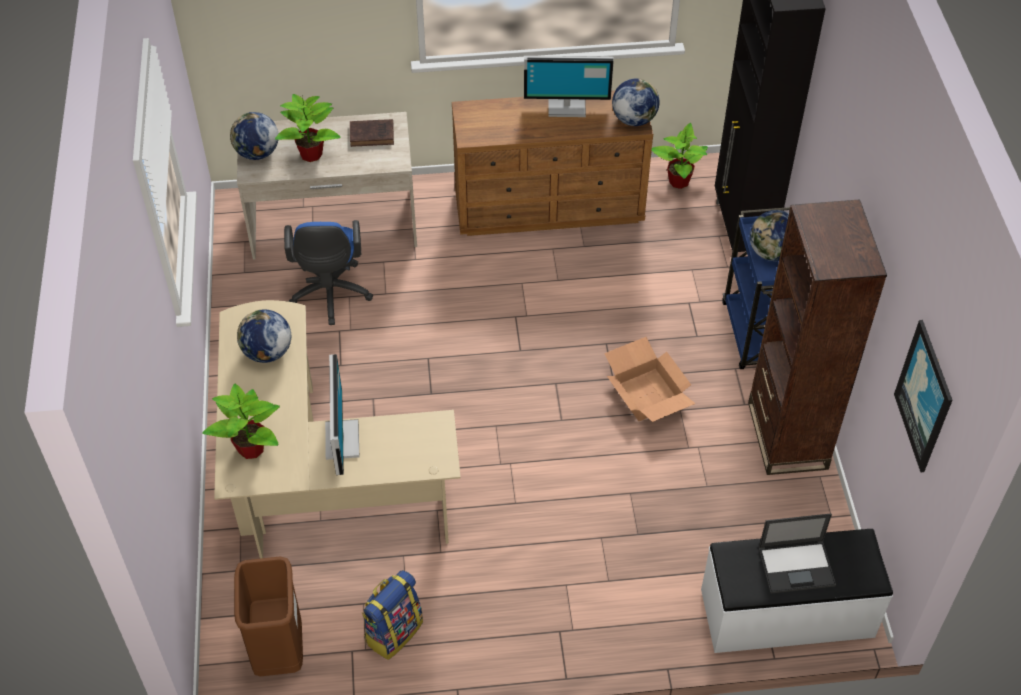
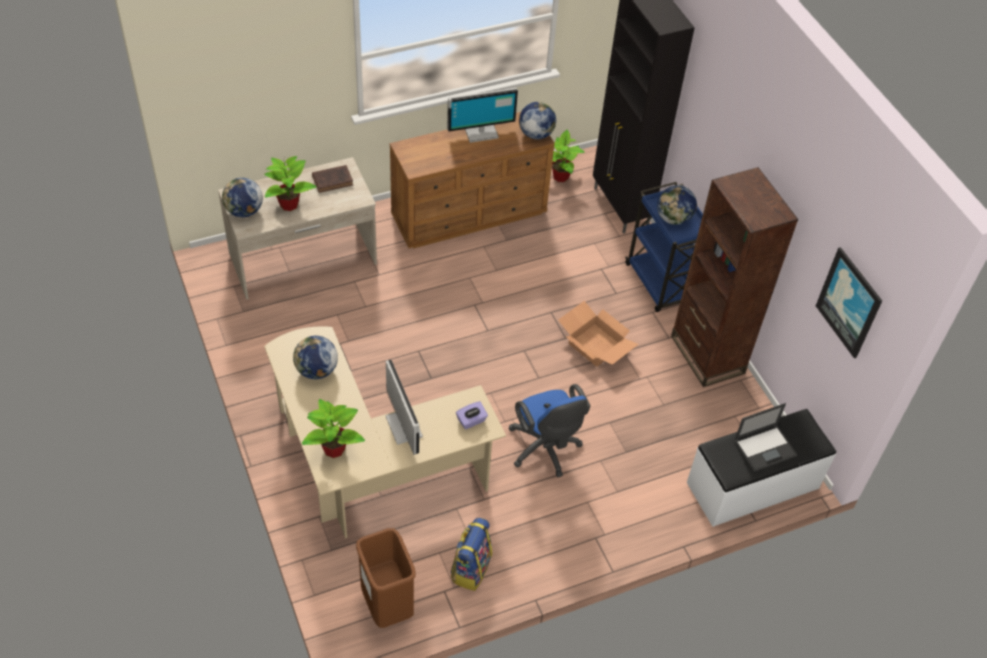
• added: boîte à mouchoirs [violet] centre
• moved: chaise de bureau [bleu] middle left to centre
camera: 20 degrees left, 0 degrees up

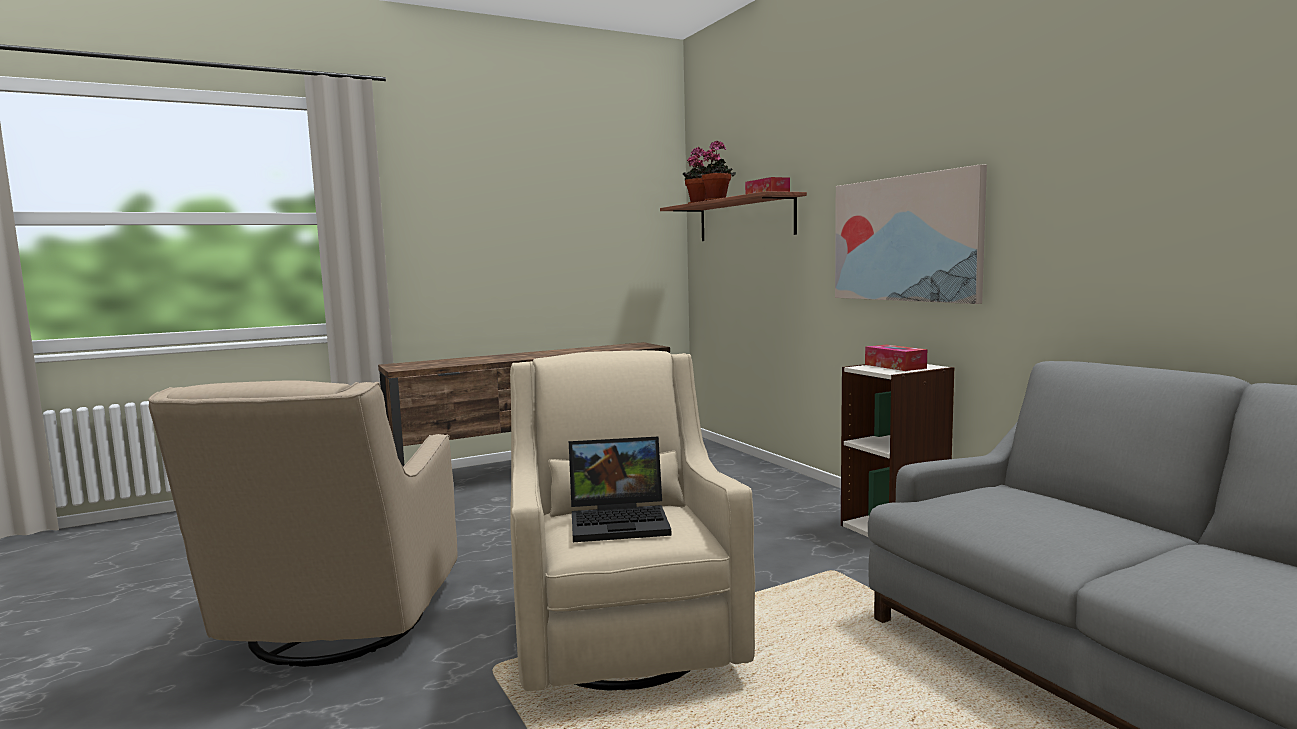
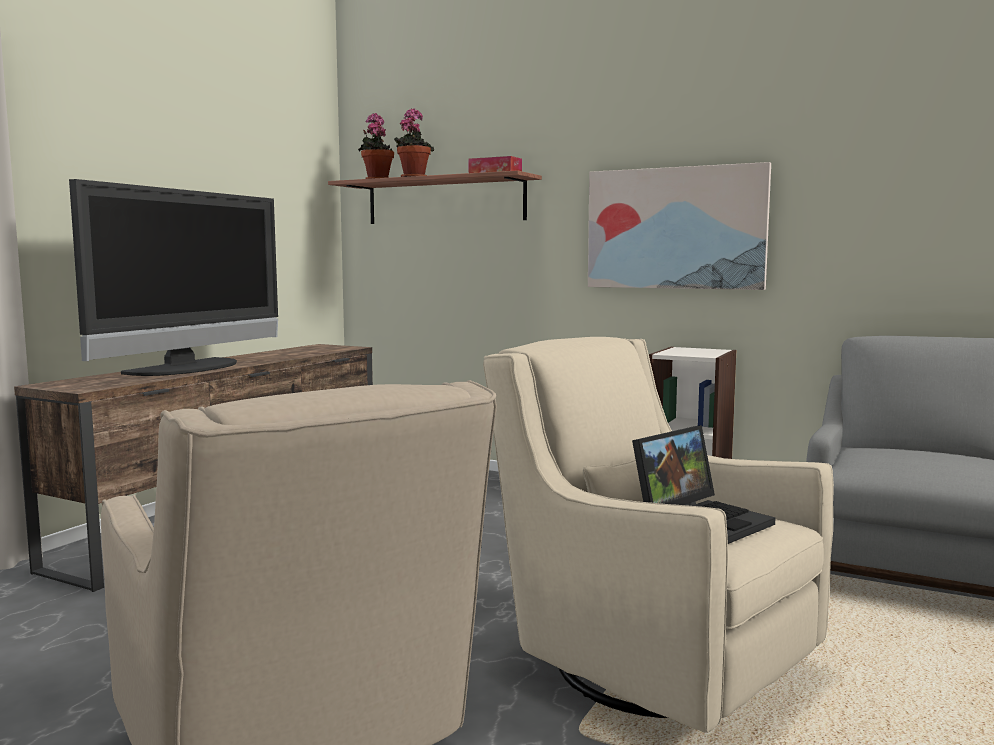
• added: téléviseur middle left
• removed: boîte à mouchoirs (2nd from left) middle right
camera: 35 degrees left, 0 degrees up

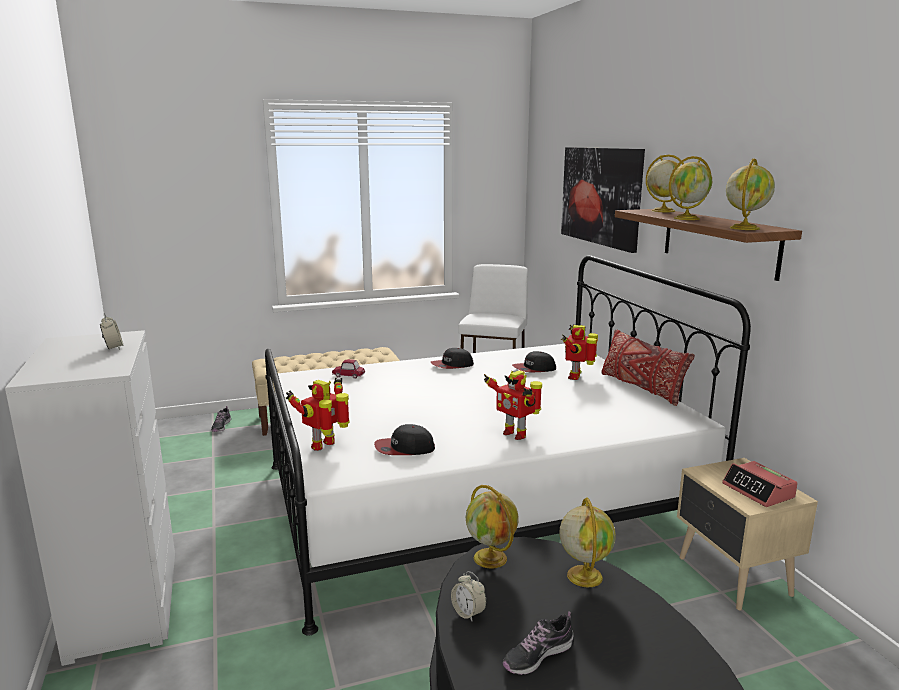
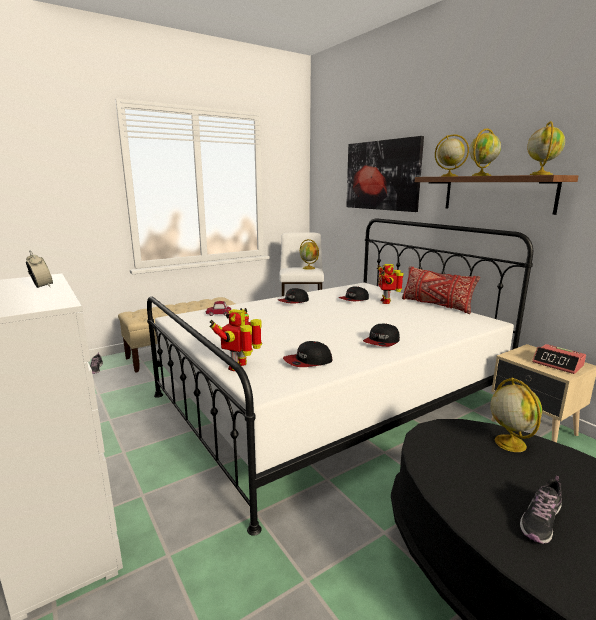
• moved: globe (1st from left) bottom centre to centre
• replaced: robot jouet (2nd from left) centre to casquette (4th from left) centre
• removed: réveil (2nd from left) bottom centre
camera: 15 degrees left, 0 degrees up

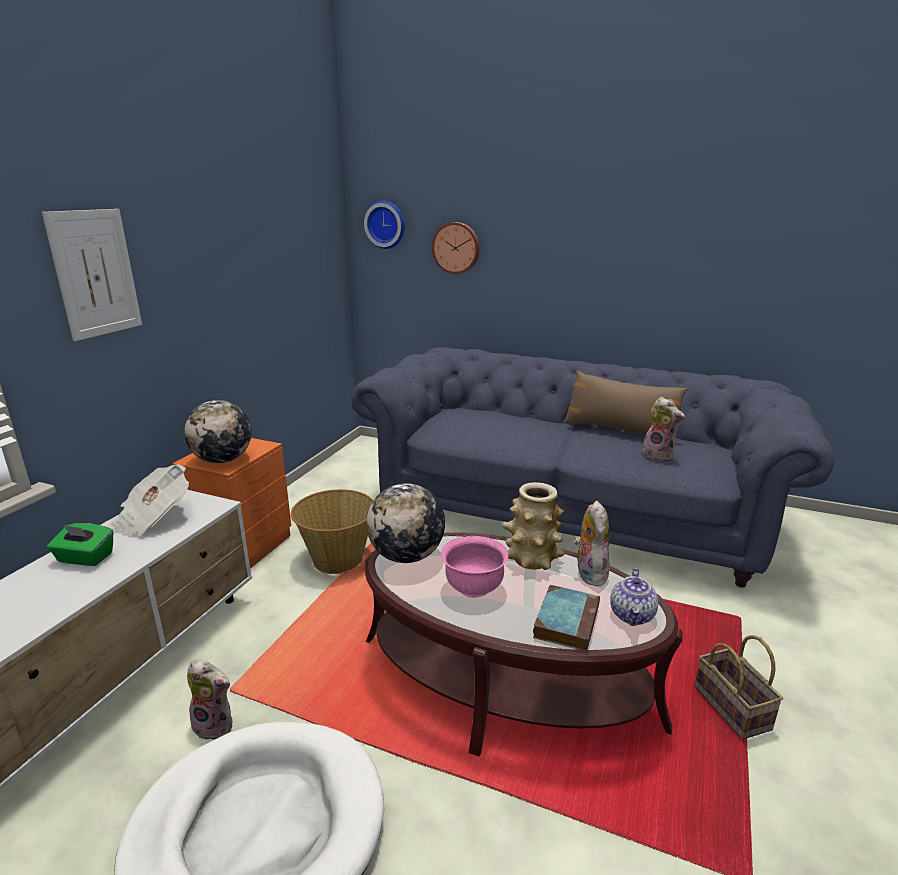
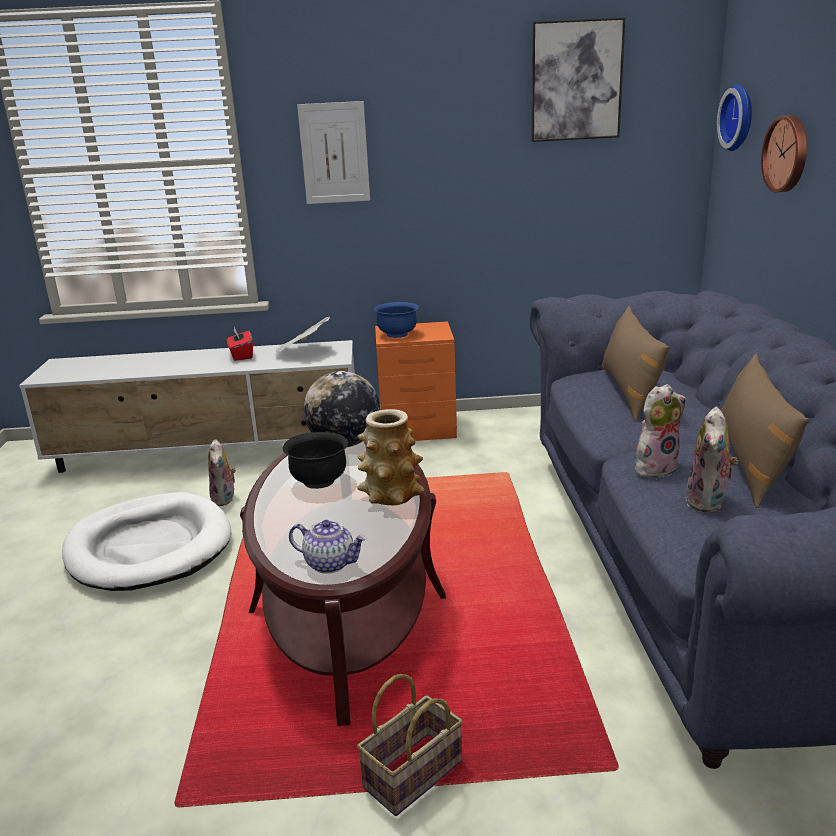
• recoloured: boîte à mouchoirs [vert] middle left to boîte à mouchoirs [rouge] middle left
• recoloured: bol [rose] centre to bol [noir] centre
• turned: théière bottom right = centre 150 degrees counterclockwise
• replaced: globe (1st from left) middle left to bol [bleu] centre
• added: tableau (2nd from left) top right
• added: coussin [marron] (1st from left) middle right
• moved: peluche (2nd from left) centre to middle right
• removed: panier (1st from left) centre
• removed: livre bottom centre
camera: 65 degrees right, 0 degrees up

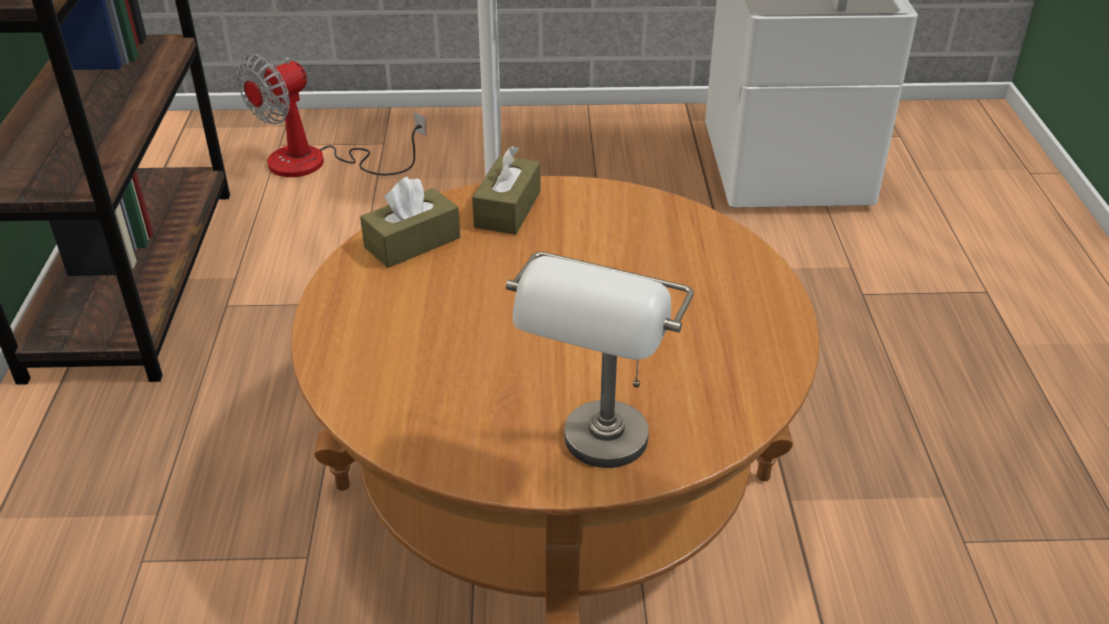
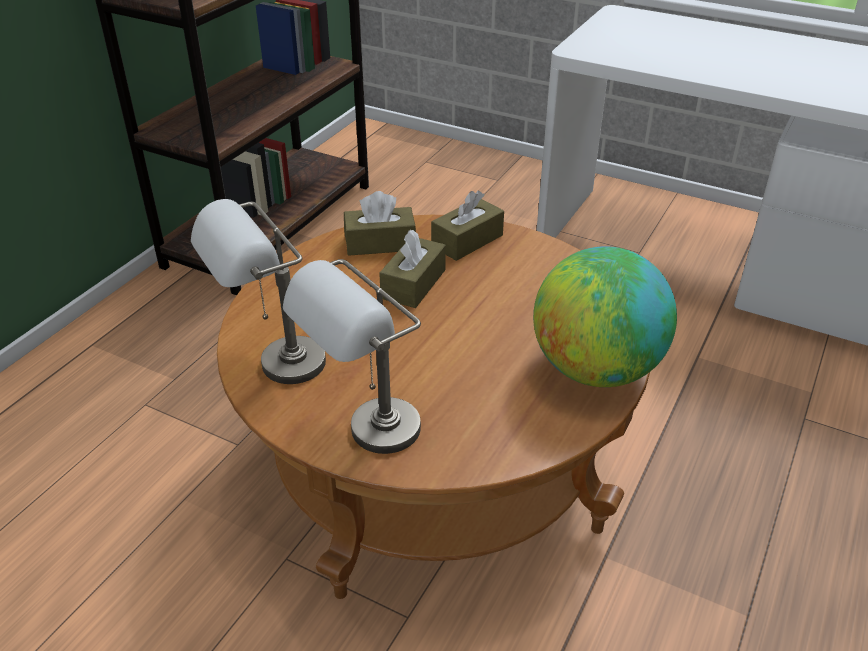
• added: lampe de table [gris] (1st from left) middle left
• added: boîte à mouchoirs [marron] (2nd from left) centre
• added: globe middle right
• removed: ventilateur top left
camera: 30 degrees right, 0 degrees up

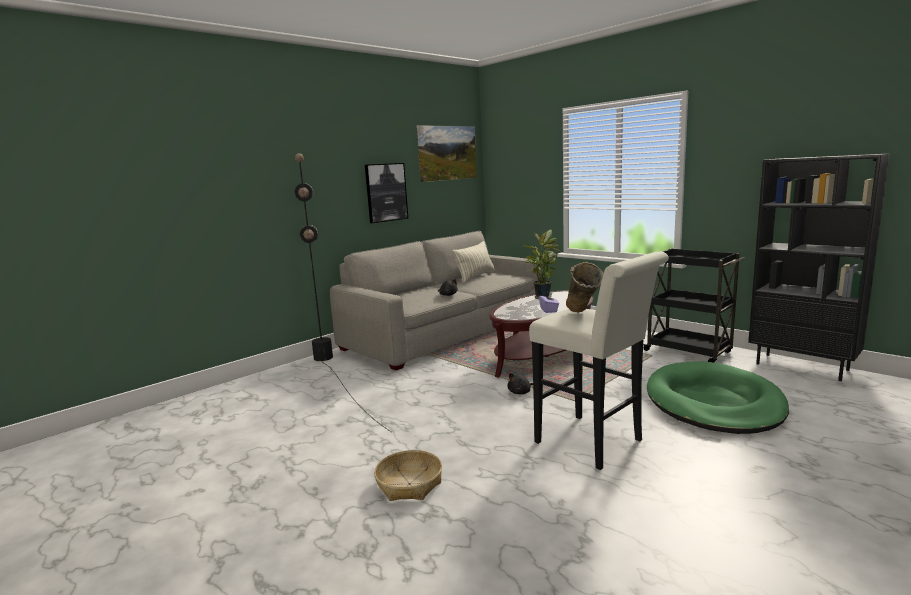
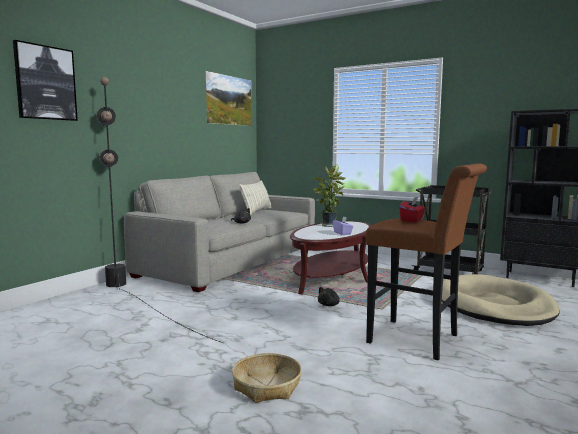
• moved: tableau (1st from left) top centre to top left
• recoloured: tabouret [blanc] centre to tabouret [marron] middle right
• replaced: vase [beige] centre to boîte à mouchoirs [rouge] middle right
• recoloured: panier pour chien [vert] bottom right to panier pour chien [beige] bottom right
camera: 15 degrees left, 5 degrees down

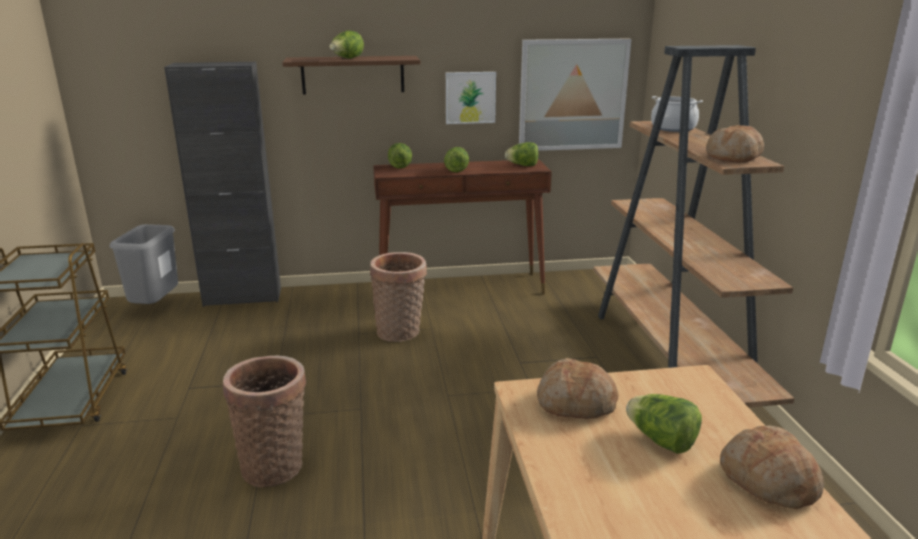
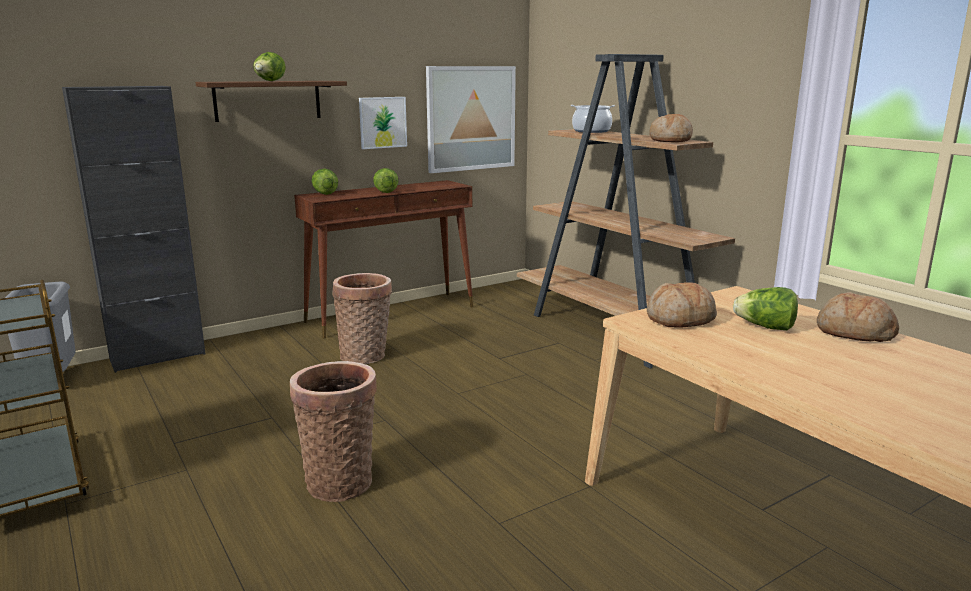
• removed: laitue (4th from left) top centre
camera: 25 degrees left, 5 degrees down

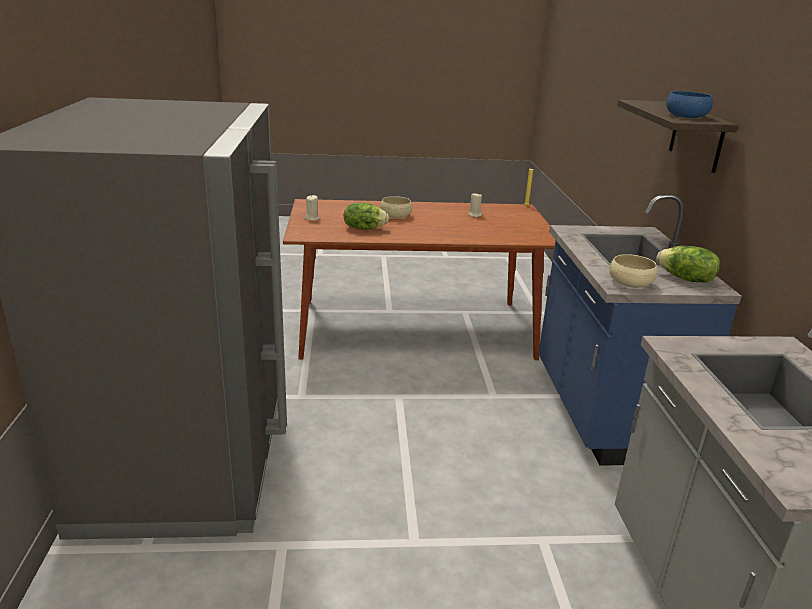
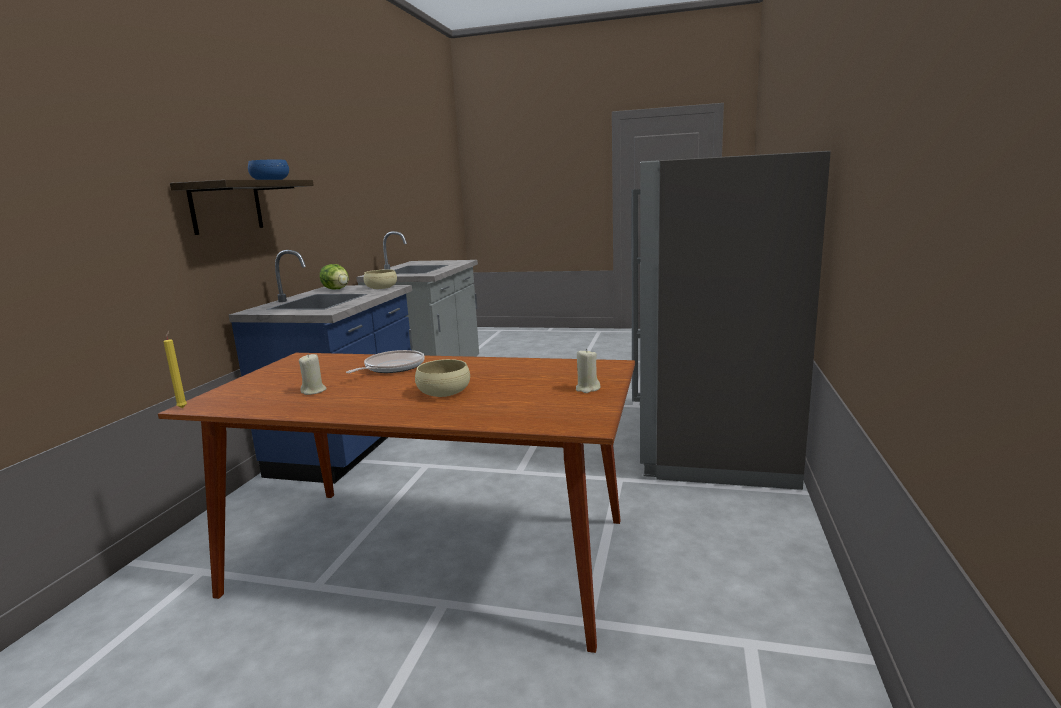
• added: poêle centre
• removed: laitue (1st from left) centre
camera: 160 degrees left, 10 degrees down

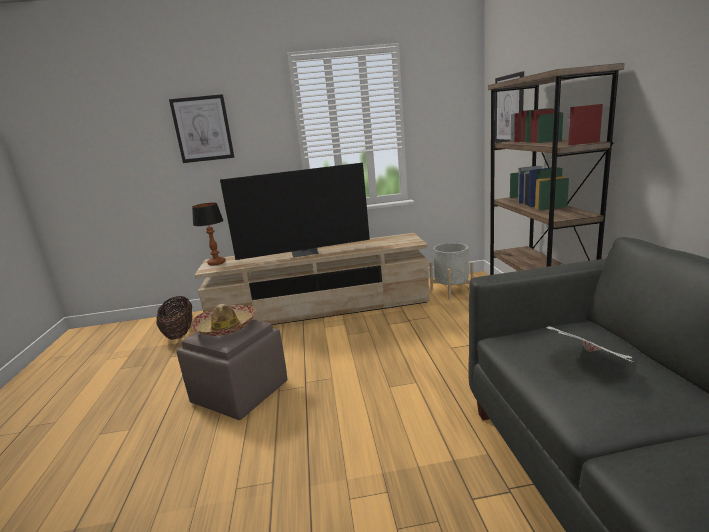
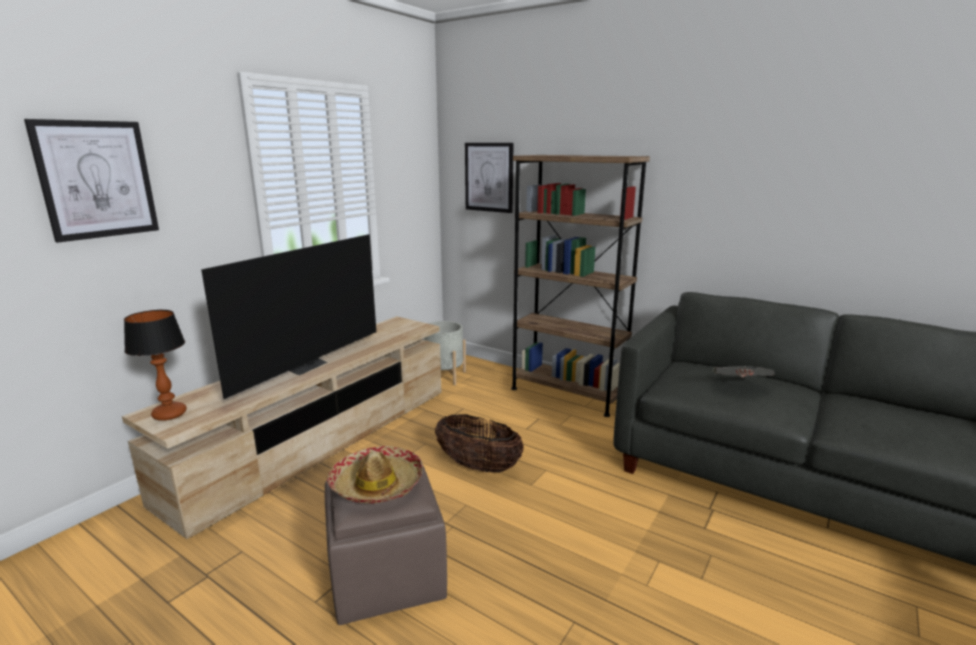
• moved: panier middle left to bottom centre
camera: 50 degrees left, 0 degrees up

